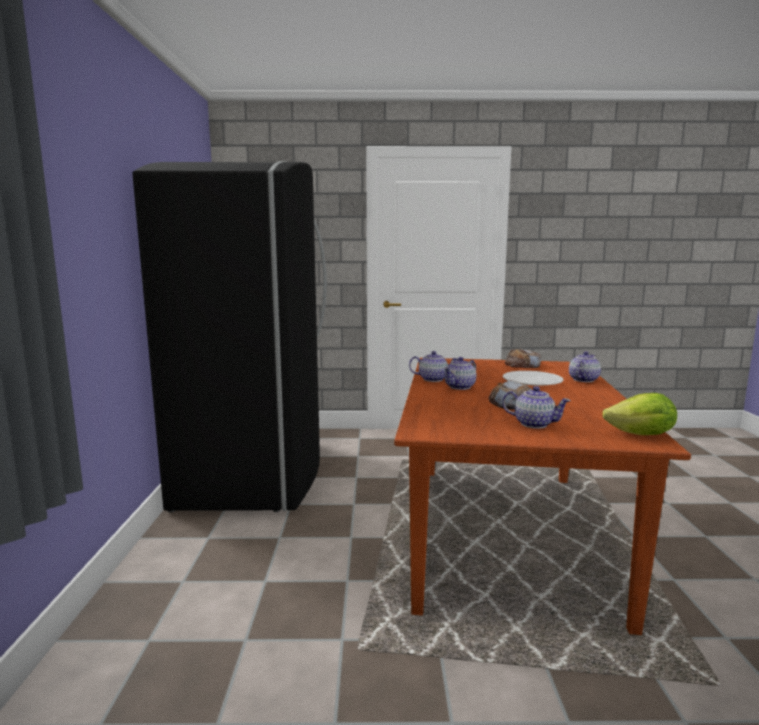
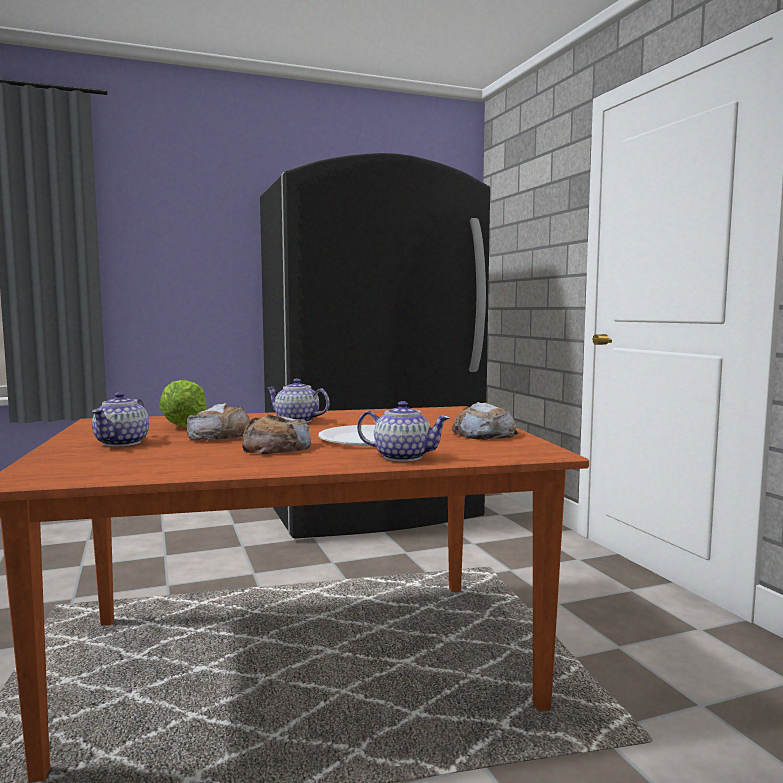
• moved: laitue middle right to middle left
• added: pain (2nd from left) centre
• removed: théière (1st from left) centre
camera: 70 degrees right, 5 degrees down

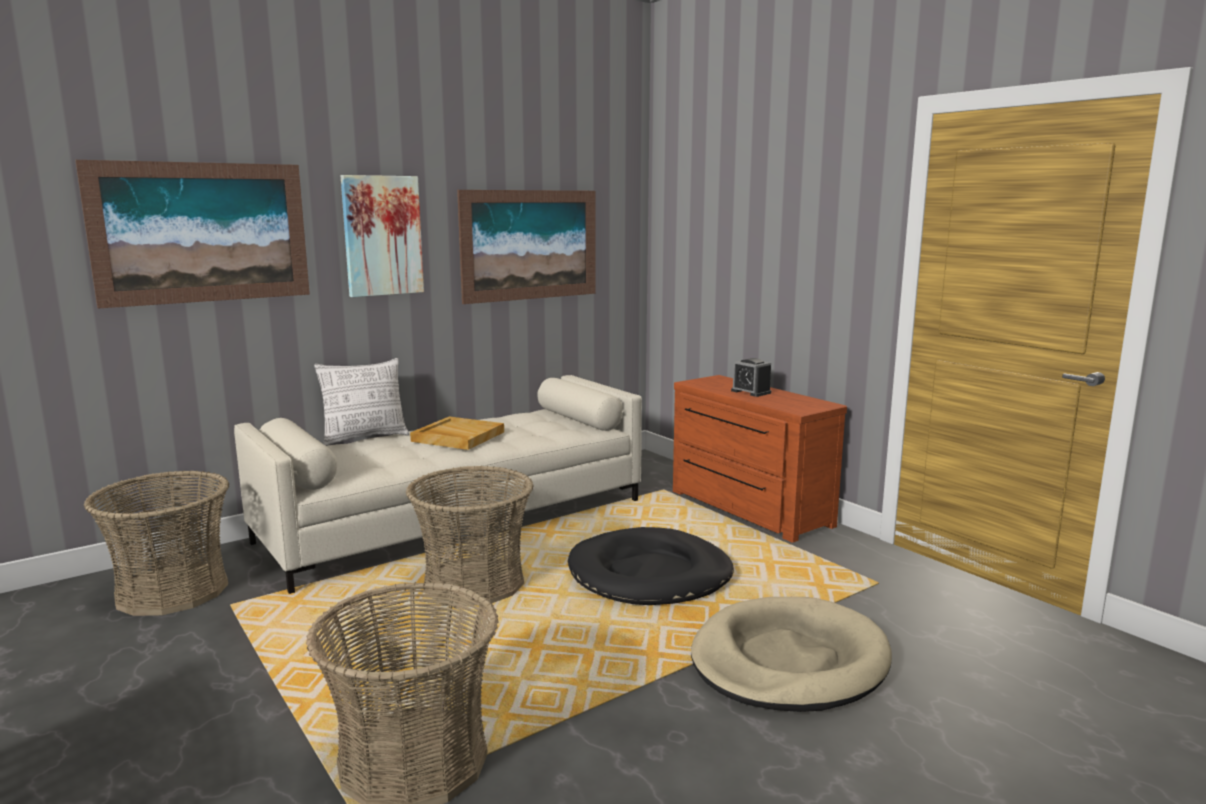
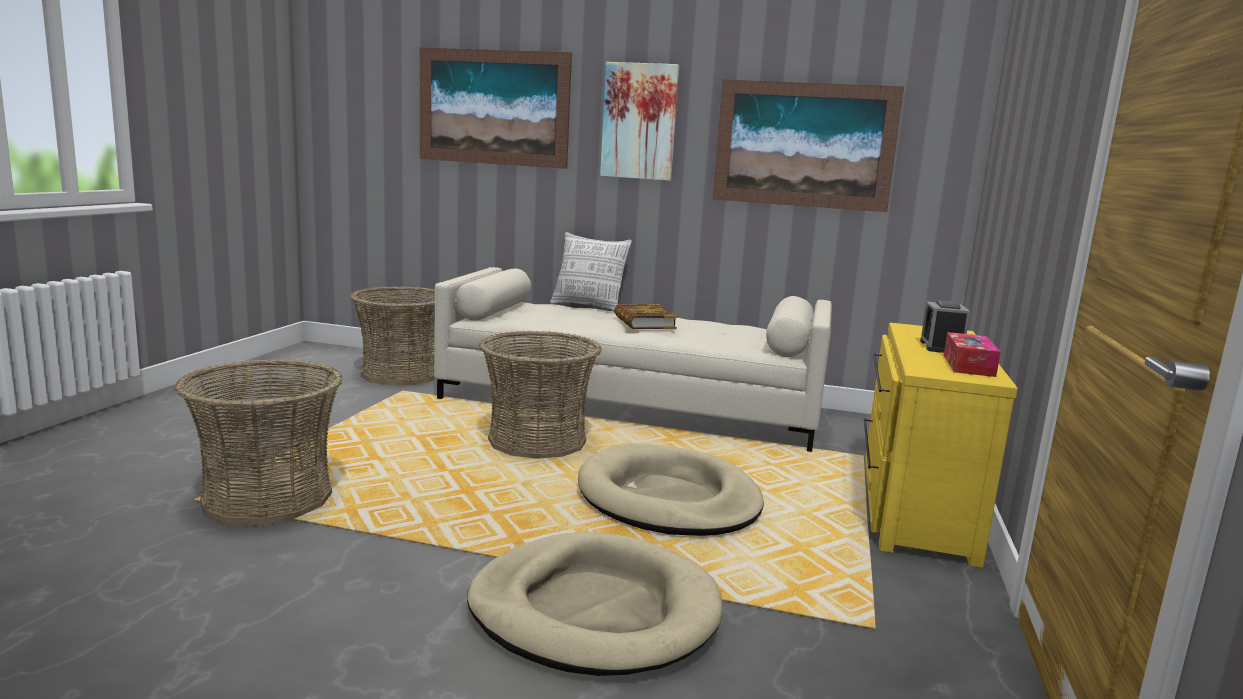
• recoloured: panier pour chien [noir] bottom centre to panier pour chien [beige] (2nd from left) bottom centre
• replaced: plateau [beige] centre to livre centre
• recoloured: commode [marron] centre to commode [jaune] middle right
• added: boîte à mouchoirs middle right
camera: 50 degrees right, 0 degrees up

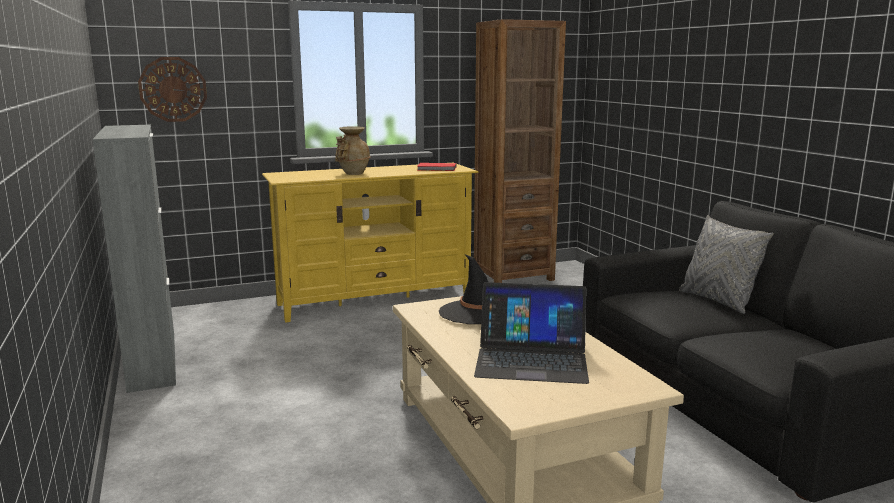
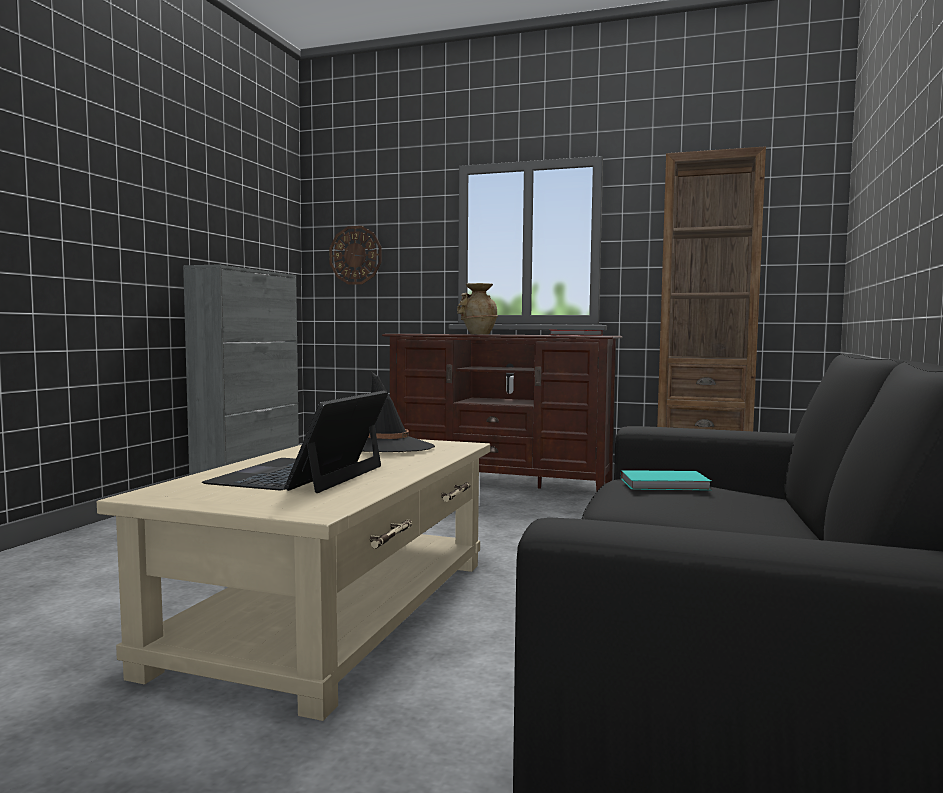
• turned: ordinateur portable centre = middle left 60 degrees clockwise
• recoloured: meuble télé [jaune] centre to meuble télé [marron] centre
• added: livre [turquoise] middle right
• removed: coussin [gris] middle right
camera: 40 degrees right, 10 degrees down

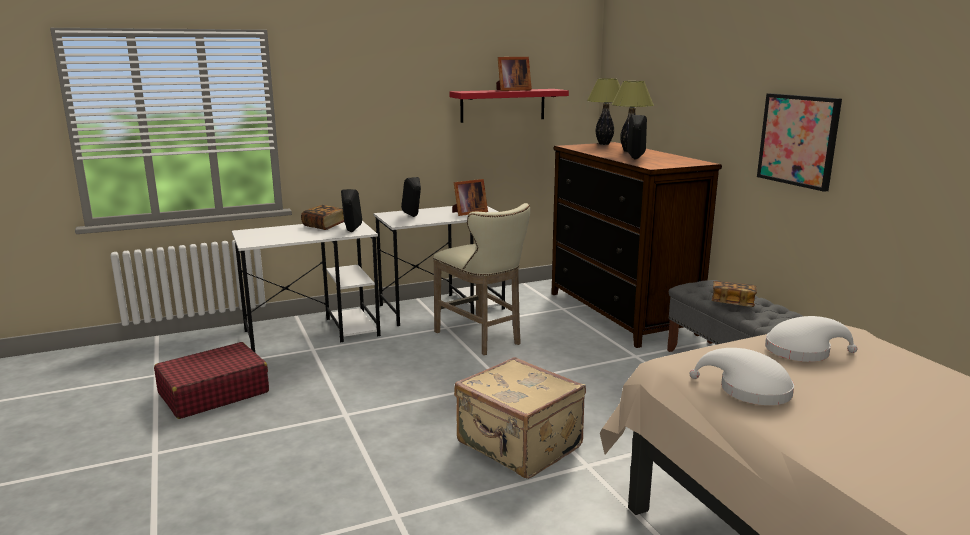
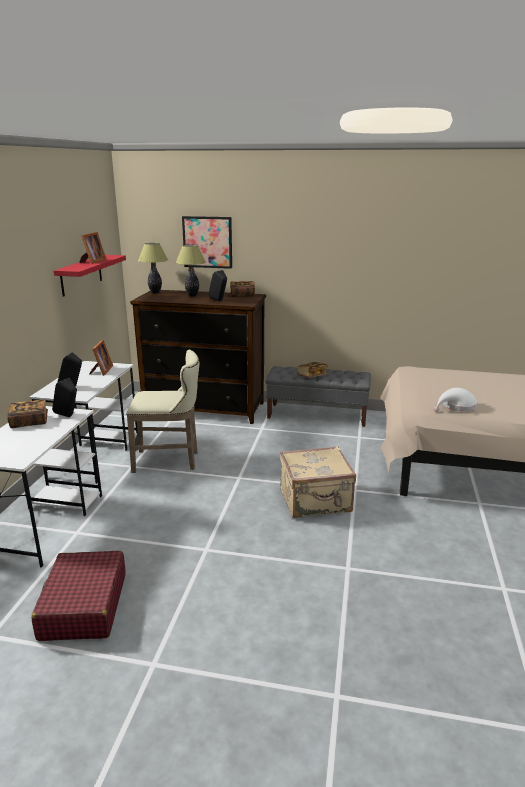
• moved: tableau top right to top centre
• added: livre (2nd from left) centre
• removed: chapeau [blanc] (2nd from left) middle right
camera: 55 degrees left, 5 degrees up

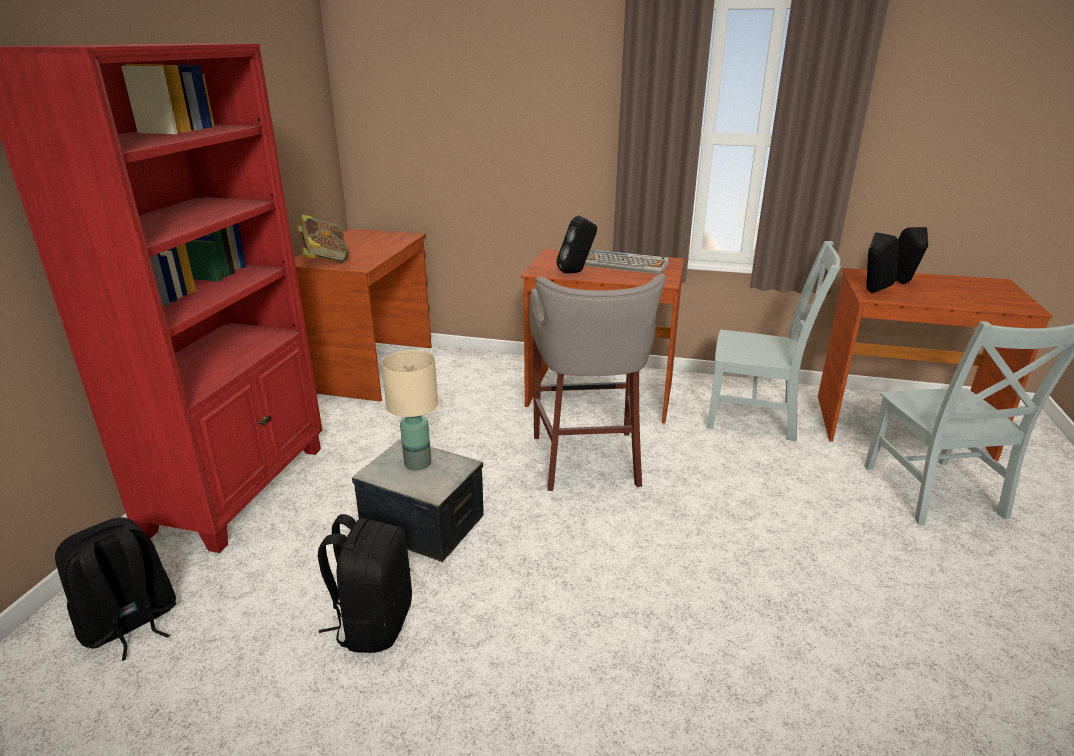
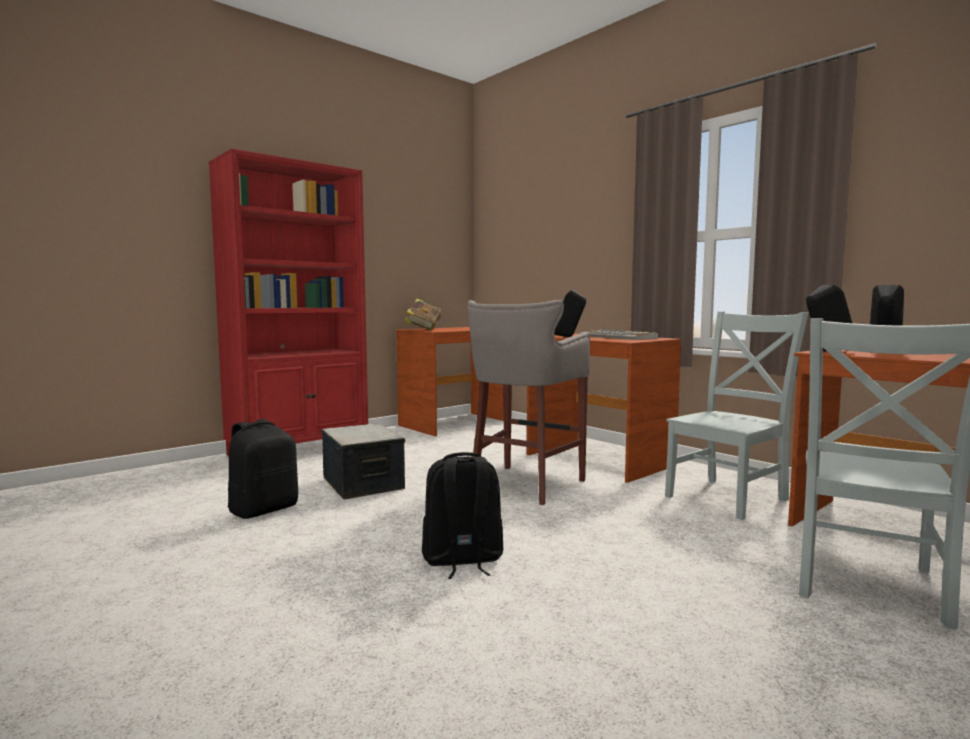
• moved: sac à dos [noir] (1st from left in the first image) bottom left to sac à dos [noir] (2nd from left) bottom centre
• turned: chaise [gris] (1st from left) middle right = middle right 90 degrees counterclockwise
• removed: lampe de table [beige] centre
camera: 35 degrees right, 20 degrees down

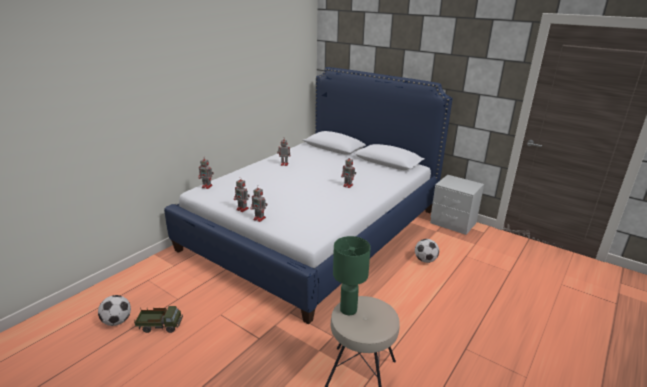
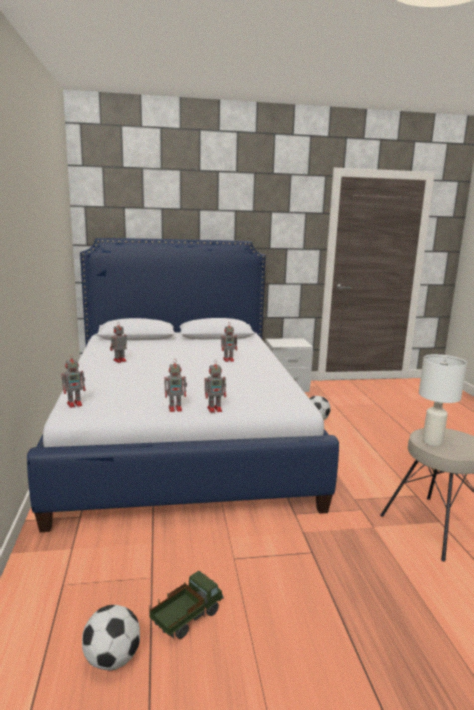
• recoloured: lampe de table [vert] bottom centre to lampe de table [blanc] middle right
camera: 45 degrees left, 10 degrees down

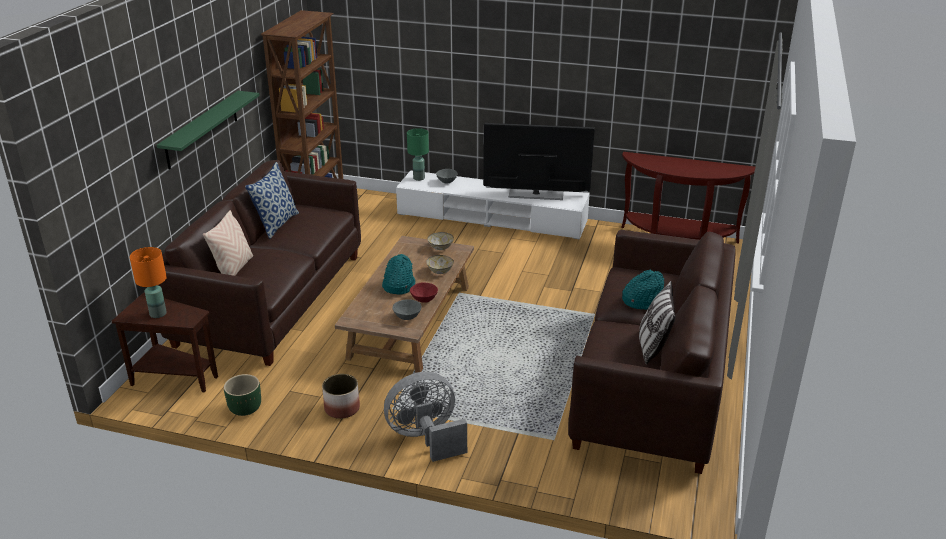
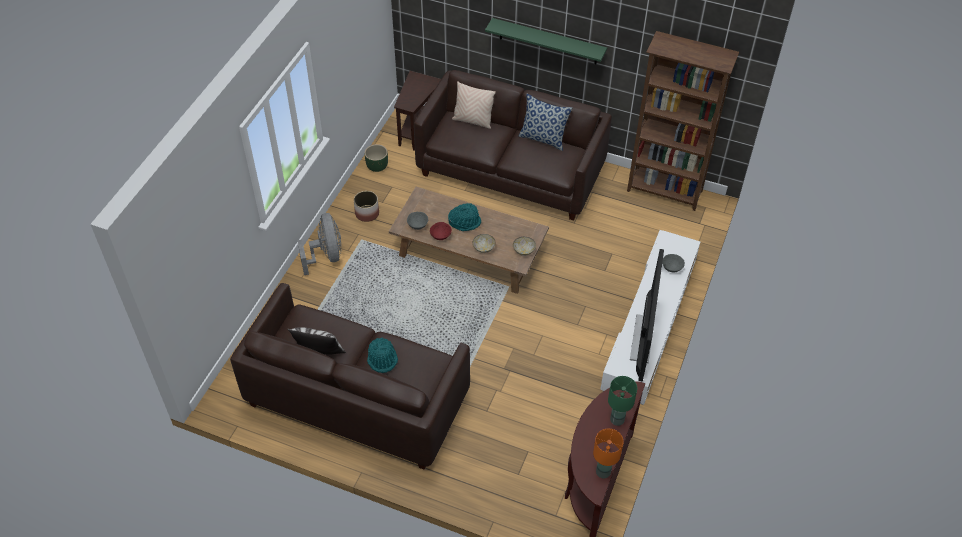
• moved: lampe de table [orange] middle left to bottom centre
• moved: lampe de table [vert] top centre to bottom centre
camera: 95 degrees right, 20 degrees up

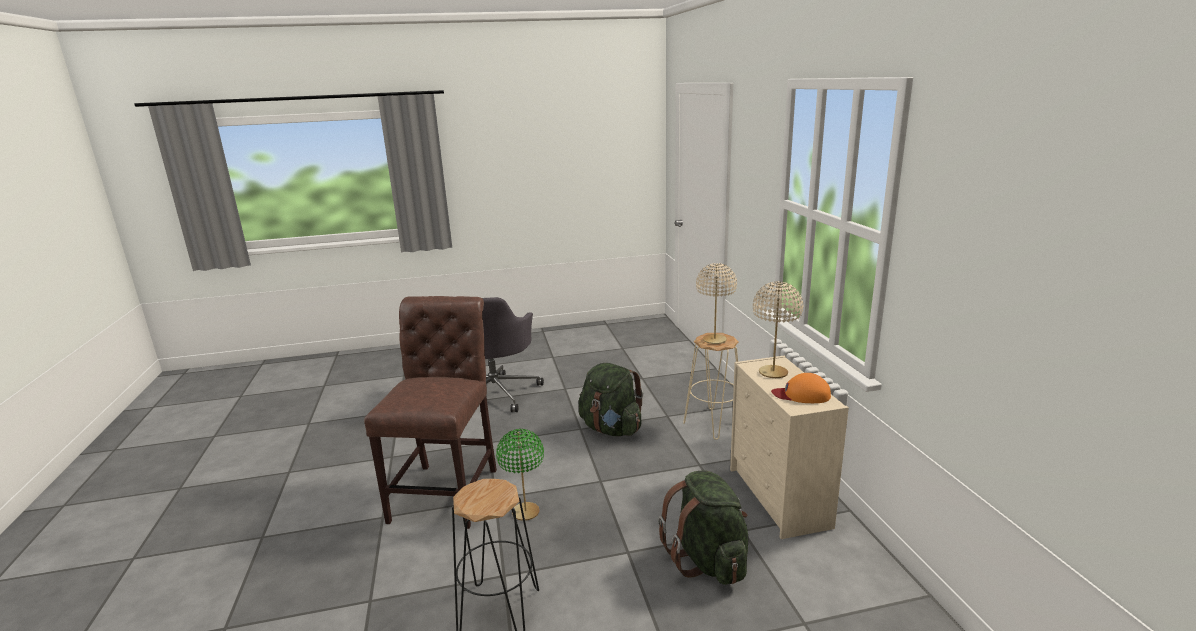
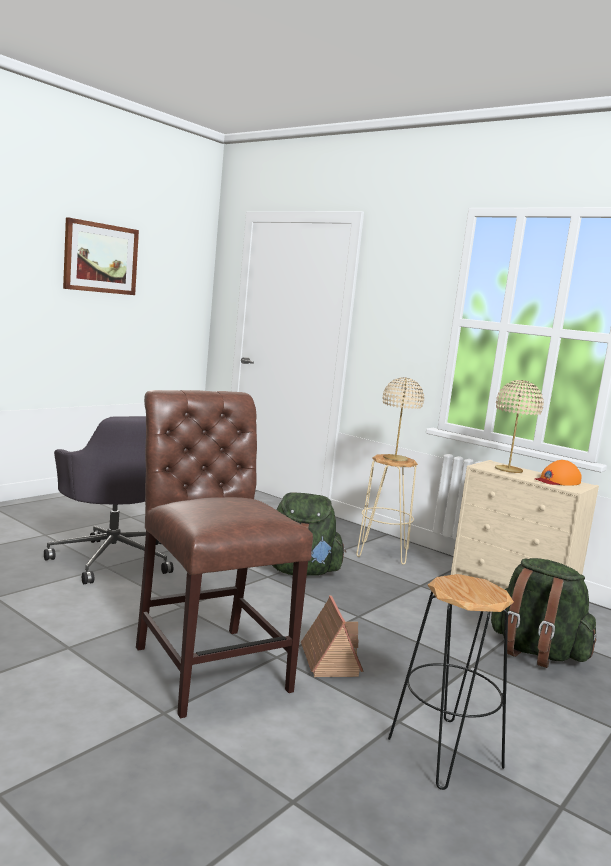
• added: tableau top left
• replaced: lampe de table [vert] bottom centre to maison miniature bottom centre
camera: 40 degrees left, 10 degrees down

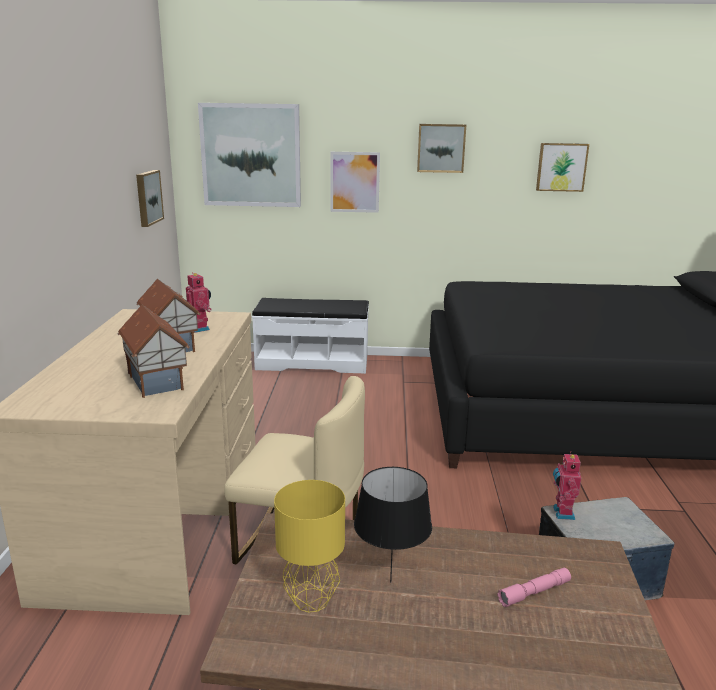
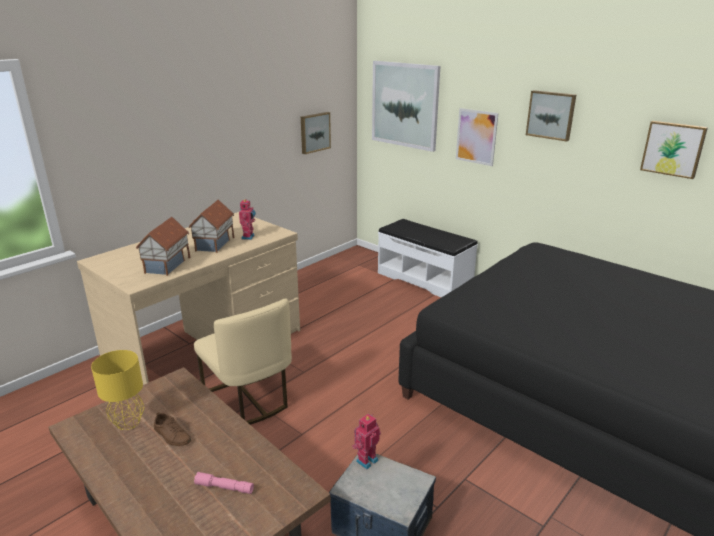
• replaced: lampe de table [noir] bottom centre to chaussure [marron] bottom left
camera: 40 degrees right, 5 degrees up

